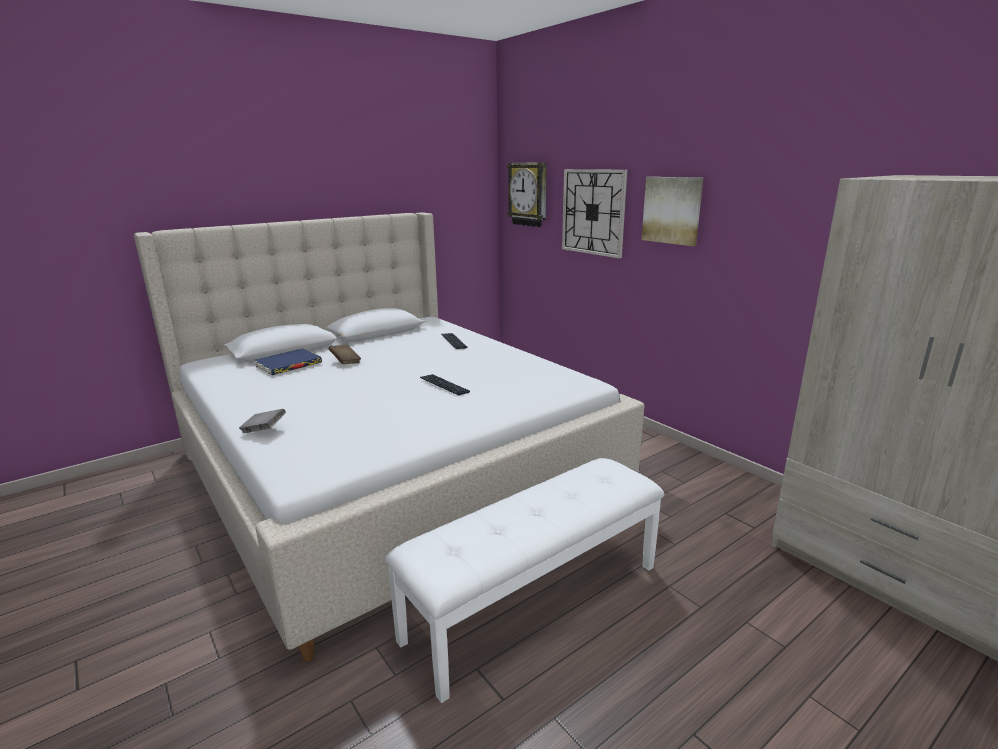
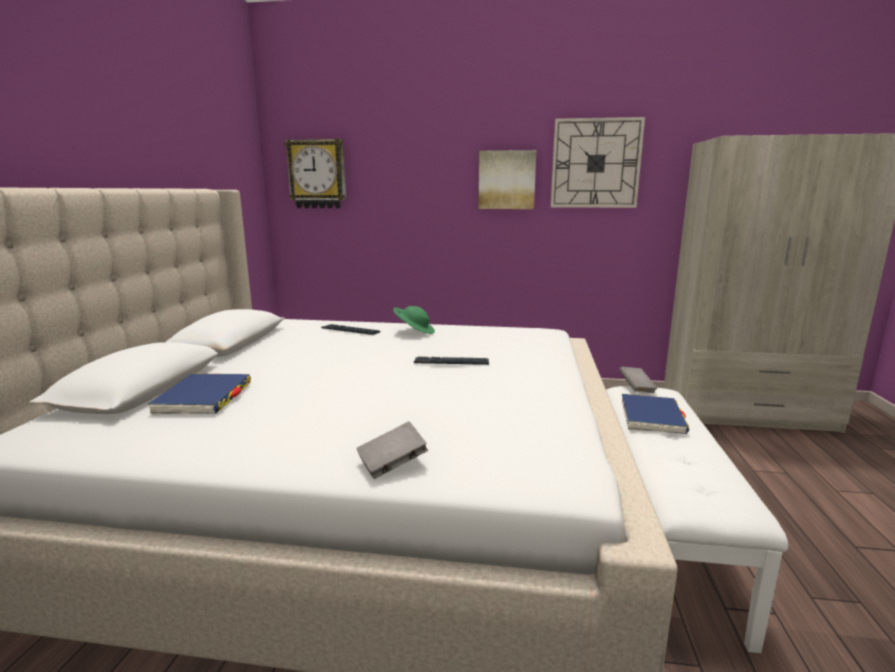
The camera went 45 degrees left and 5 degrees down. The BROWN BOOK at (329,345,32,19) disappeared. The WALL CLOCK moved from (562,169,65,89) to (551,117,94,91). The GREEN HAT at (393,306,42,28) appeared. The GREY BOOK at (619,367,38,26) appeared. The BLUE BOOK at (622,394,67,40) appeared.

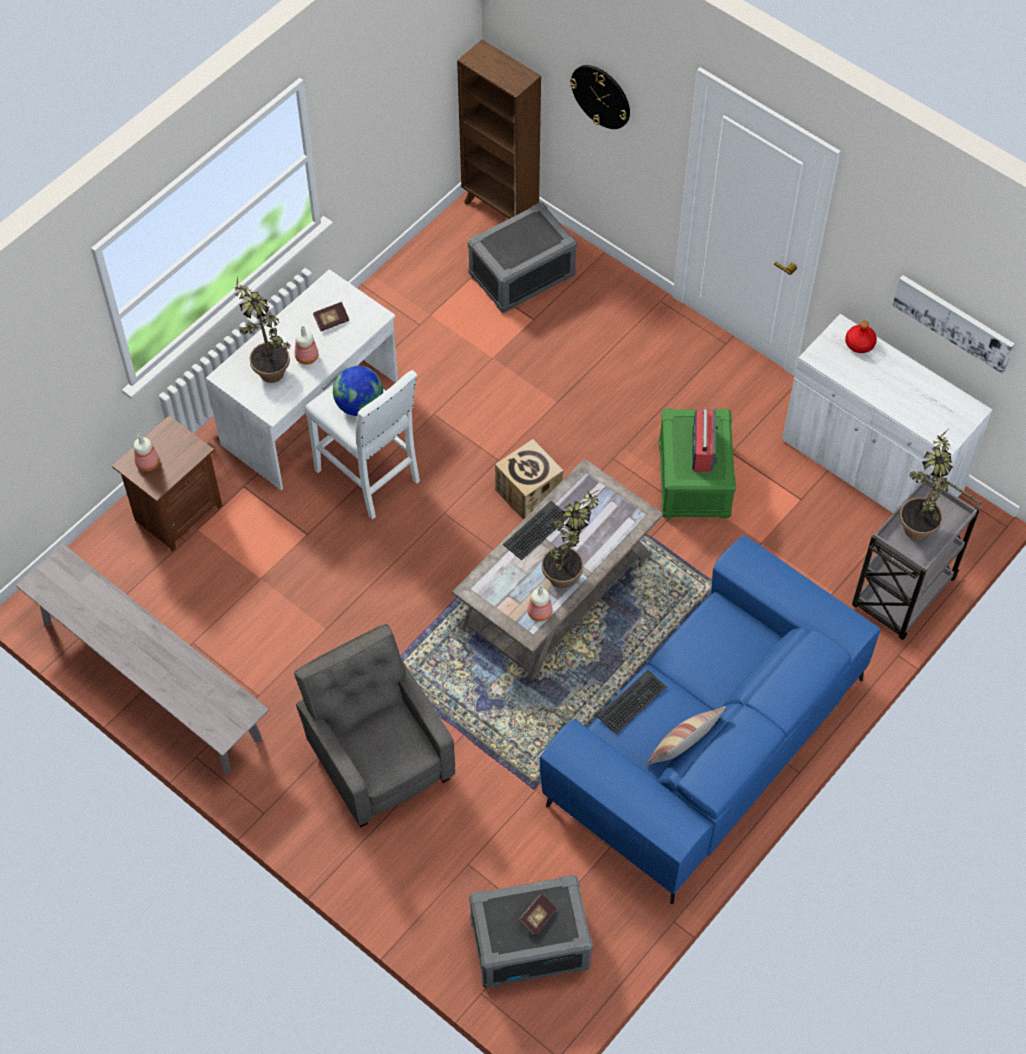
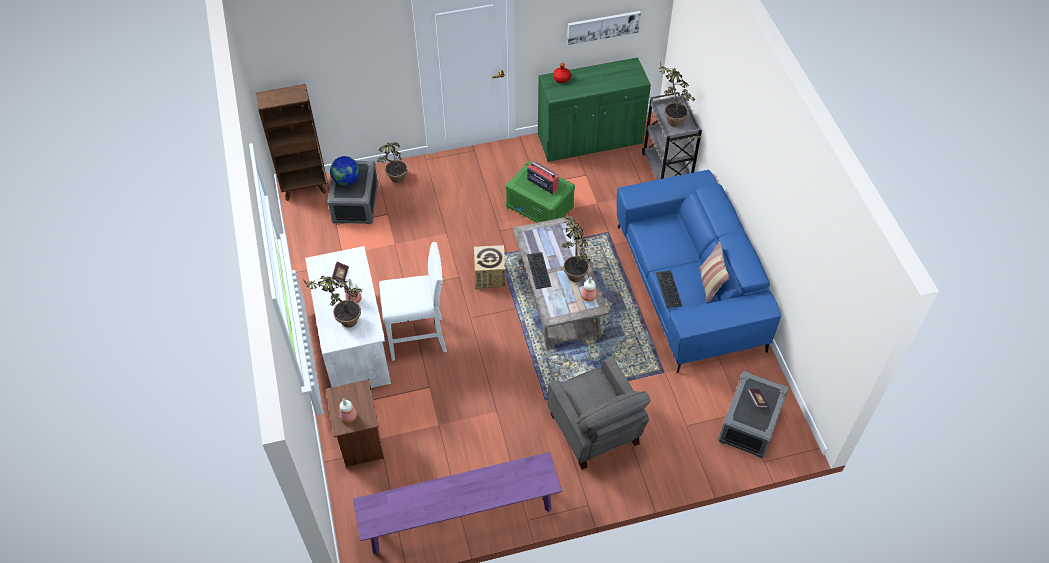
The camera went 55 degrees left and 5 degrees down. The GREY BENCH at (16,543,253,231) became the PURPLE BENCH at (353,452,209,103). The GREY ARMCHAIR at (294,624,161,203) turned 120 degrees counterclockwise. The GLOBE moved from (333,366,50,50) to (330,156,30,30). The WALL CLOCK at (570,65,60,64) disappeared. The WHITE CABINET at (782,314,210,199) became the GREEN CABINET at (538,57,113,105). The POTTED PLANT at (378,142,30,41) appeared.

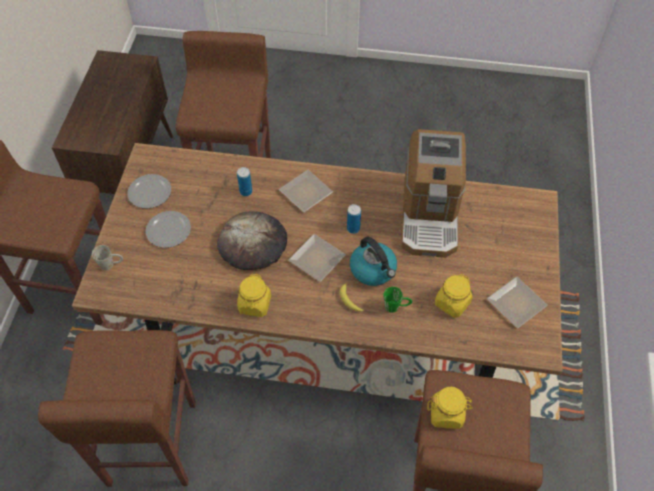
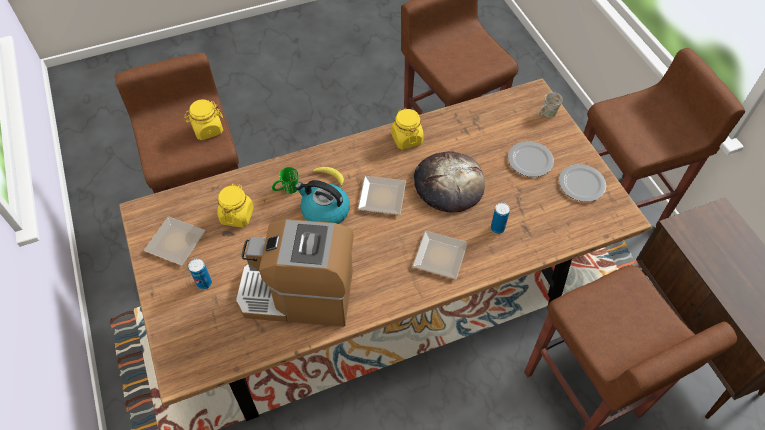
The camera went 150 degrees right and 0 degrees up. The CAN moved from (347,204,14,30) to (188,258,24,32). The COFFEE MACHINE at (401,129,65,129) turned 60 degrees counterclockwise.

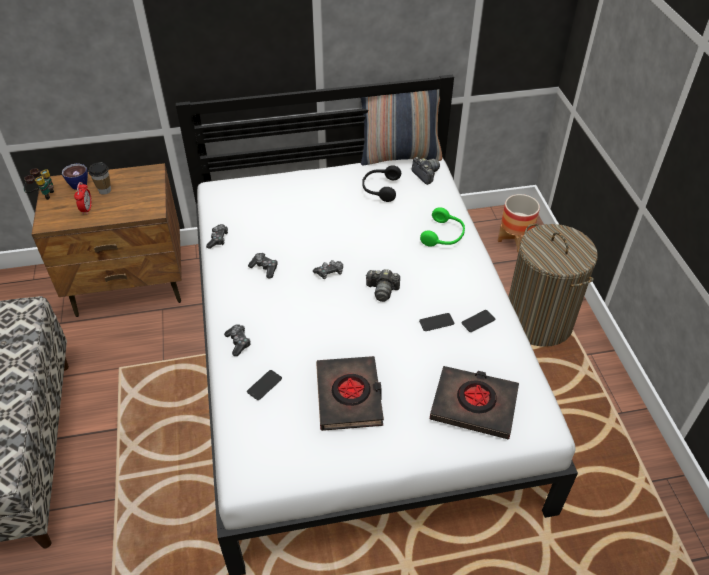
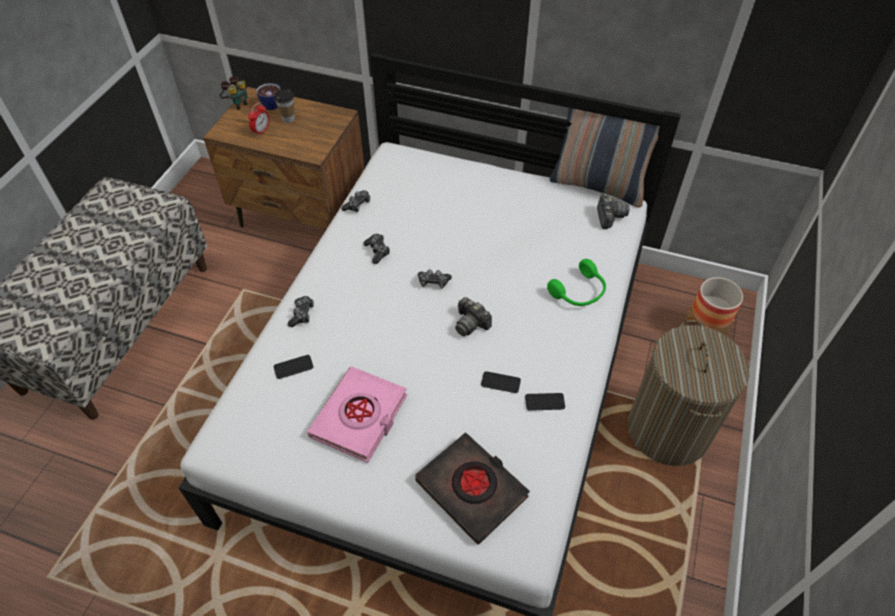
The camera went 30 degrees right and 5 degrees up. The BLACK BOOK at (316,356,68,75) became the PINK BOOK at (307,366,101,97). The BLACK HEADPHONES at (362,165,39,37) disappeared.

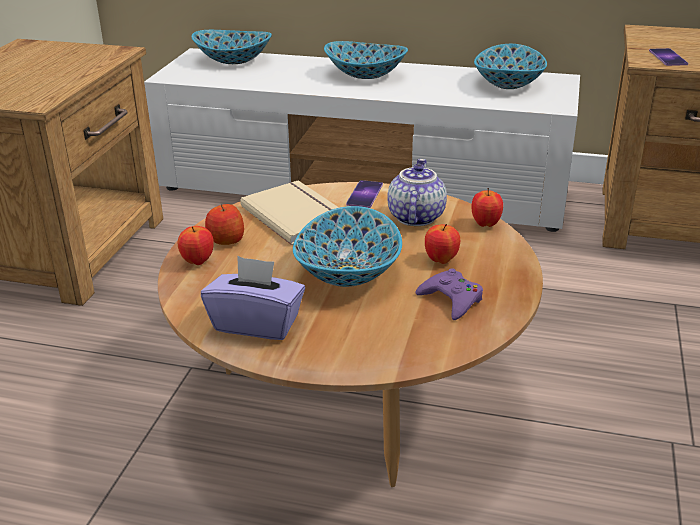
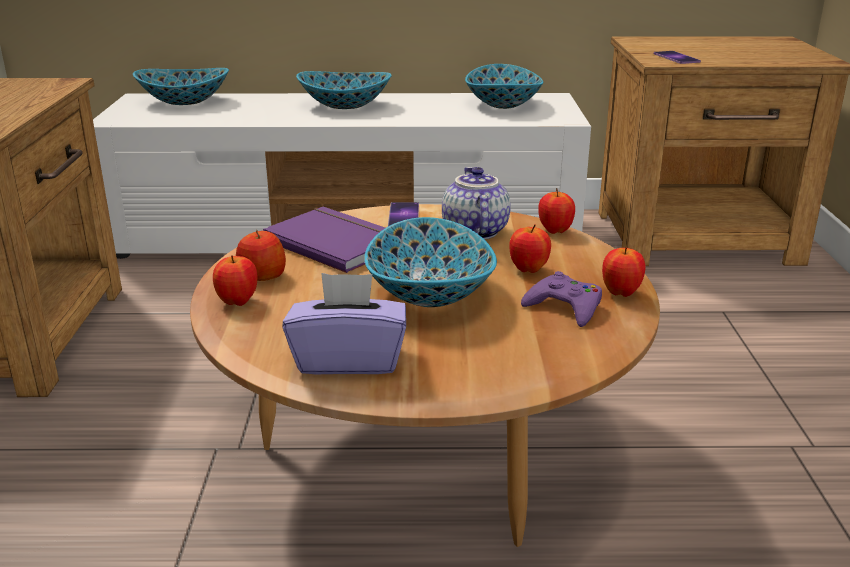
The camera went 15 degrees left and 5 degrees down. The BEIGE BOOK at (240,181,99,64) became the PURPLE BOOK at (263,207,122,66). The APPLE at (602,247,43,50) appeared.

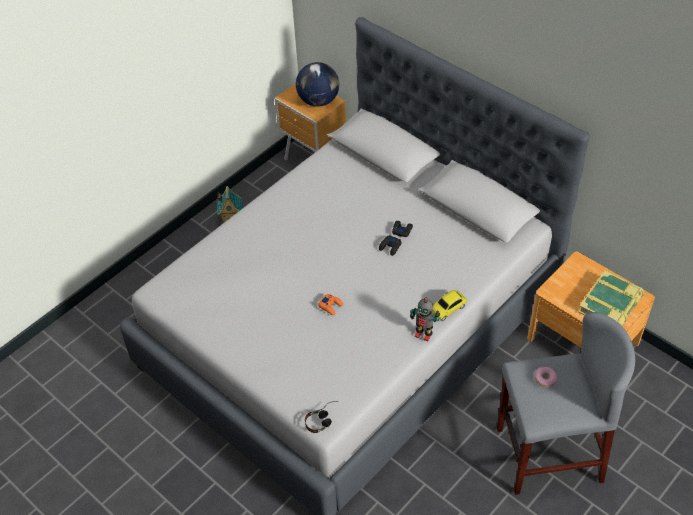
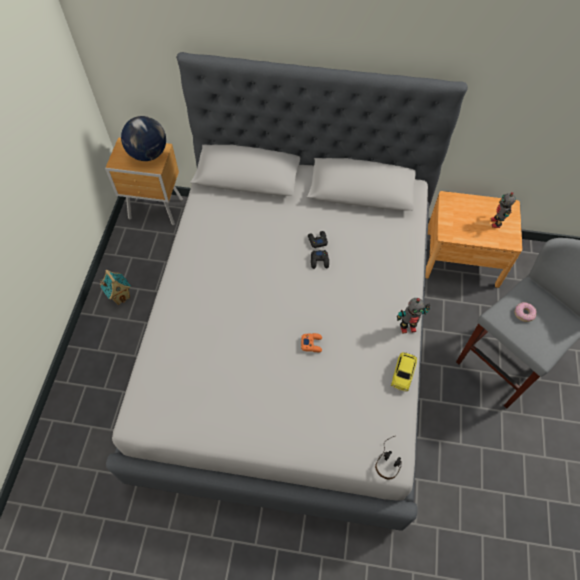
The camera went 35 degrees left and 10 degrees up. The TOY CAR moved from (432,290,35,31) to (391,352,26,39). The BOOK at (578,270,67,56) was replaced by the TOY ROBOT at (491,192,25,36).

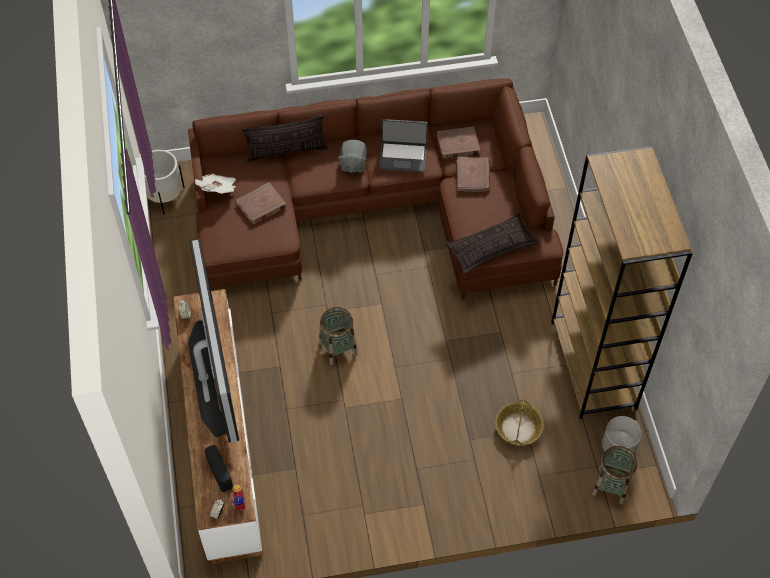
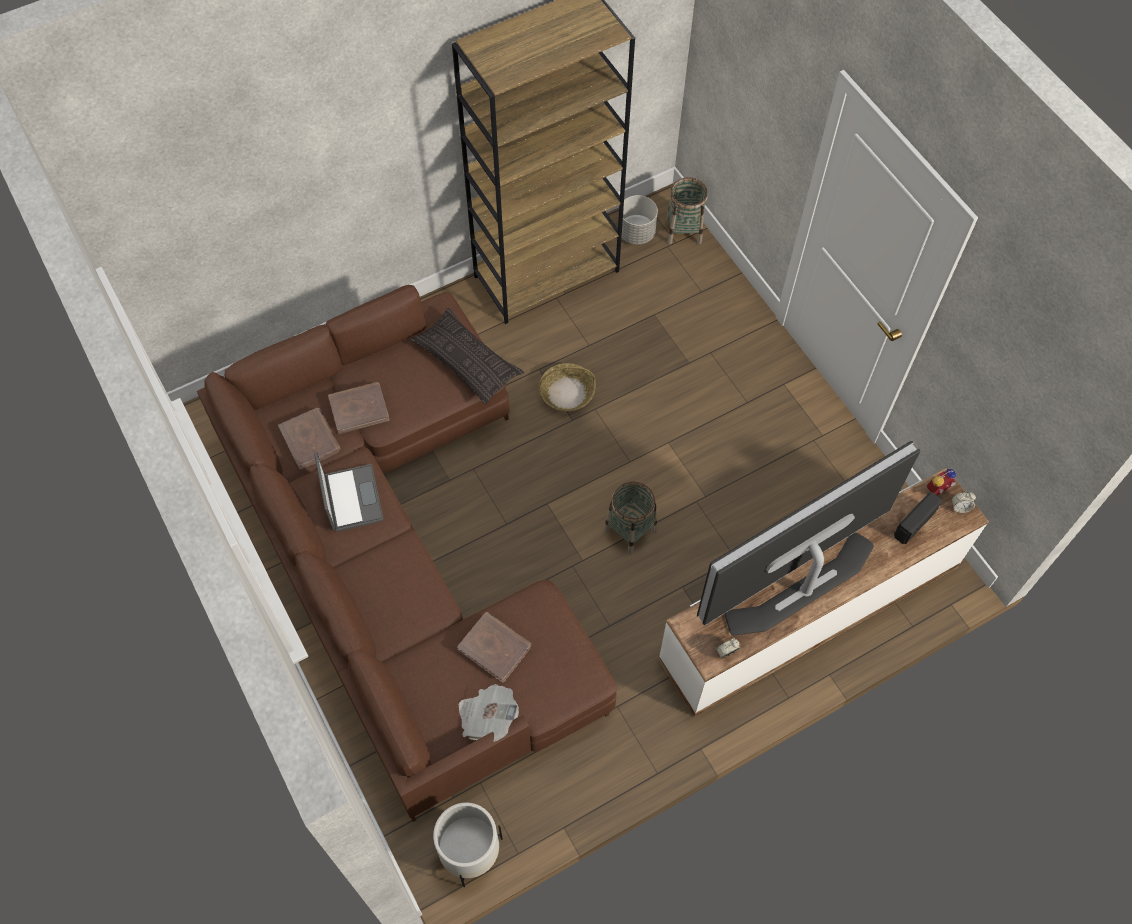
The camera went 110 degrees left and 5 degrees up. The PILLOW at (243,115,85,48) disappeared. The GREY PLUSH TOY at (338,140,29,33) disappeared. The BASKET moved from (495,397,49,48) to (539,363,57,48).

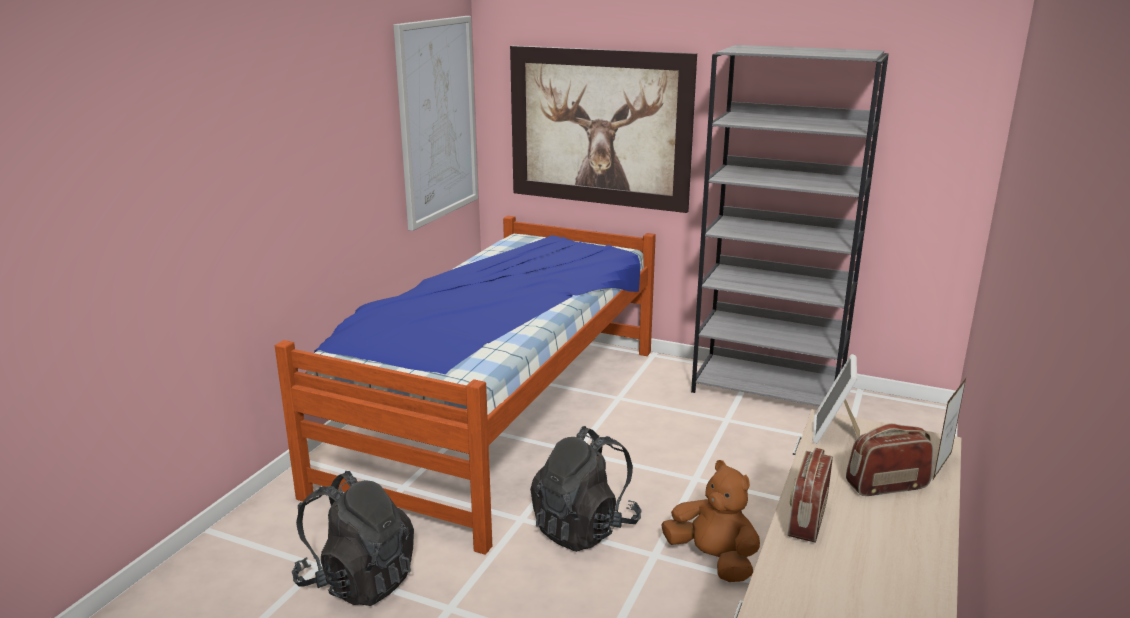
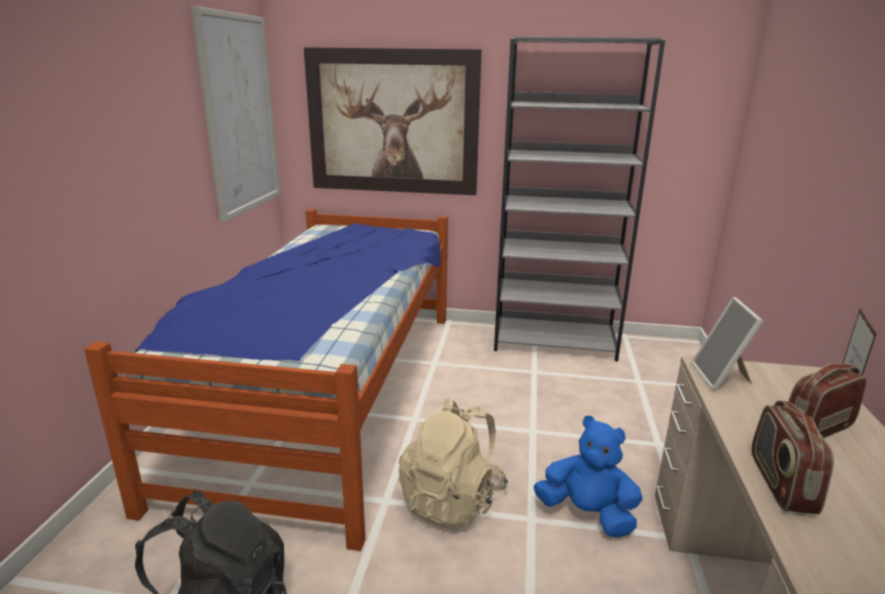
The camera went 15 degrees left and 0 degrees up. The BLACK BACKPACK at (530,426,112,126) became the BEIGE BACKPACK at (398,398,110,132). The BROWN PLUSH TOY at (661,460,99,122) became the BLUE PLUSH TOY at (533,416,110,122).

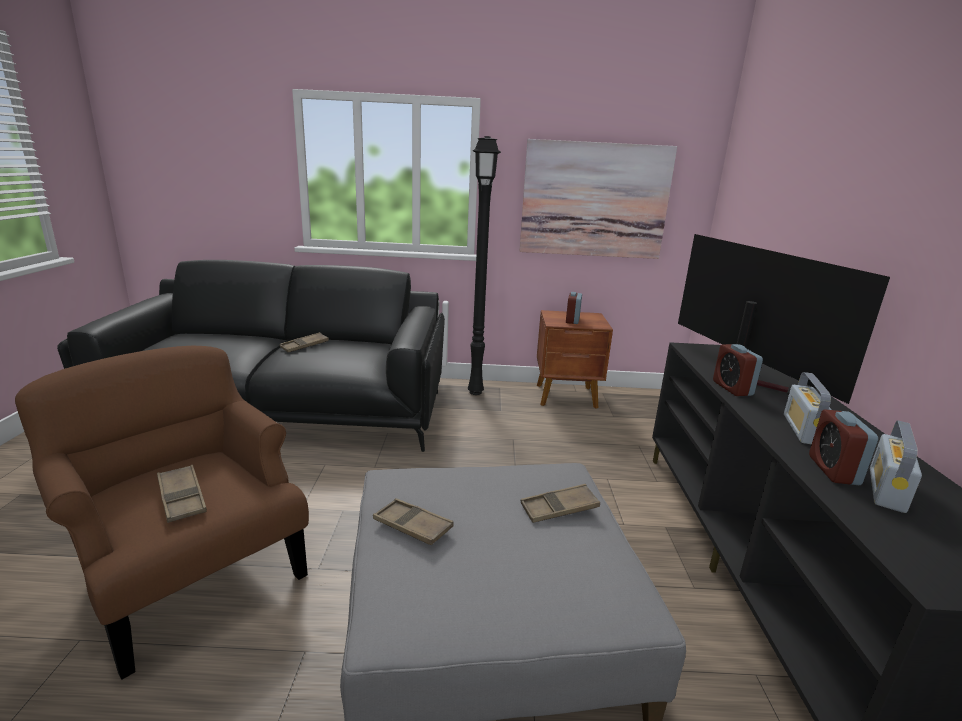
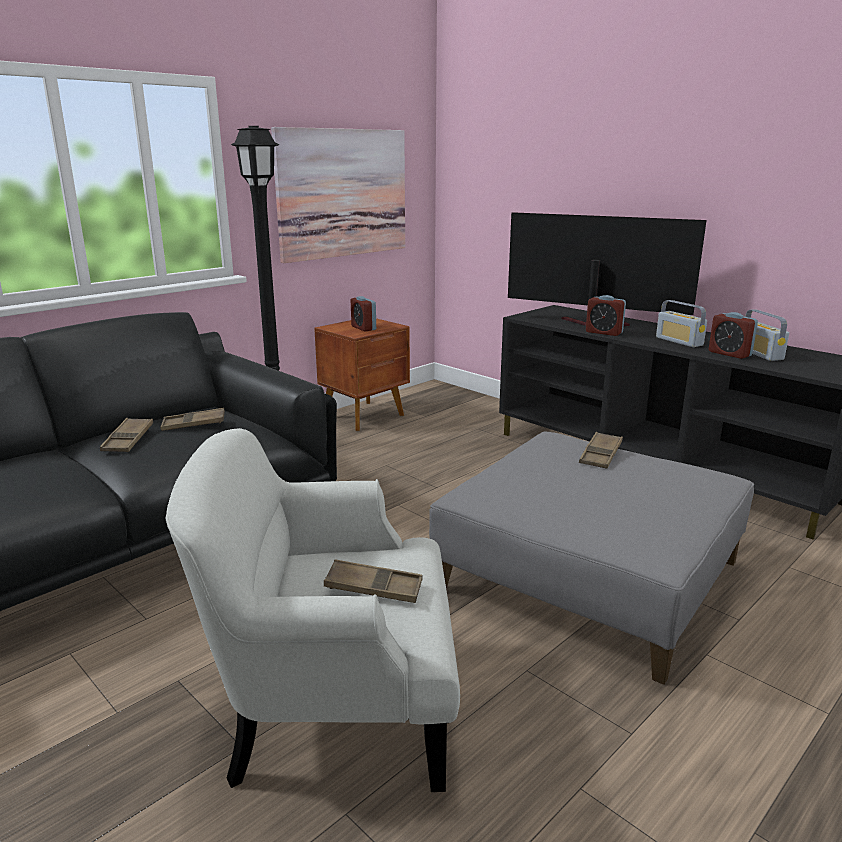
The camera went 45 degrees left and 0 degrees up. The BROWN ARMCHAIR at (15,346,294,334) became the WHITE ARMCHAIR at (166,428,294,364). The BROWN TRAY moved from (373,498,81,47) to (160,408,65,23).

